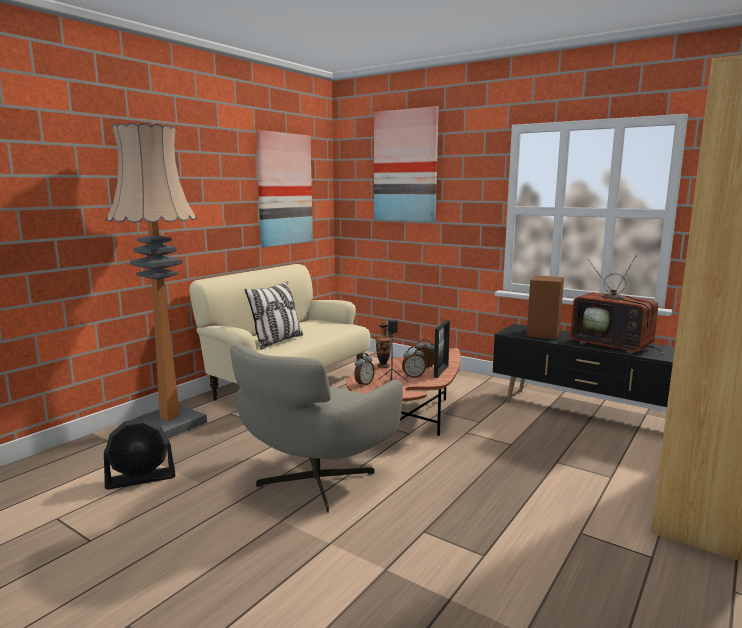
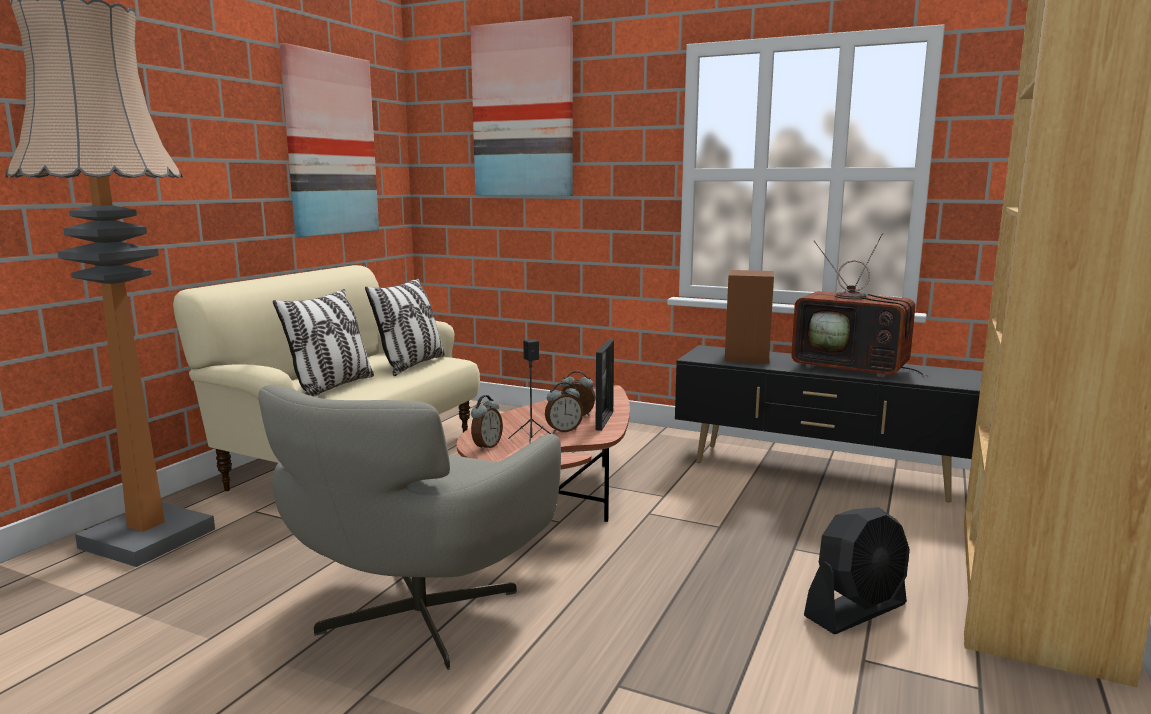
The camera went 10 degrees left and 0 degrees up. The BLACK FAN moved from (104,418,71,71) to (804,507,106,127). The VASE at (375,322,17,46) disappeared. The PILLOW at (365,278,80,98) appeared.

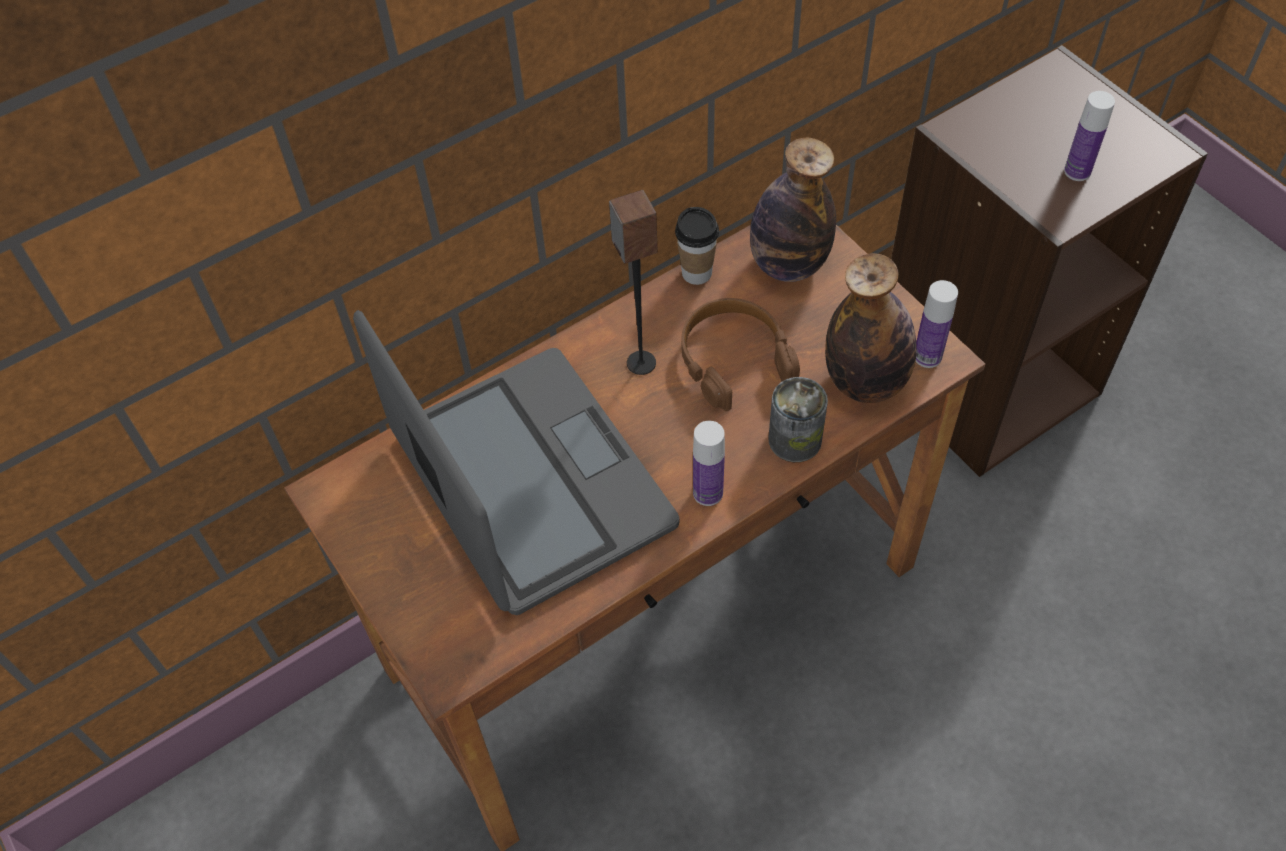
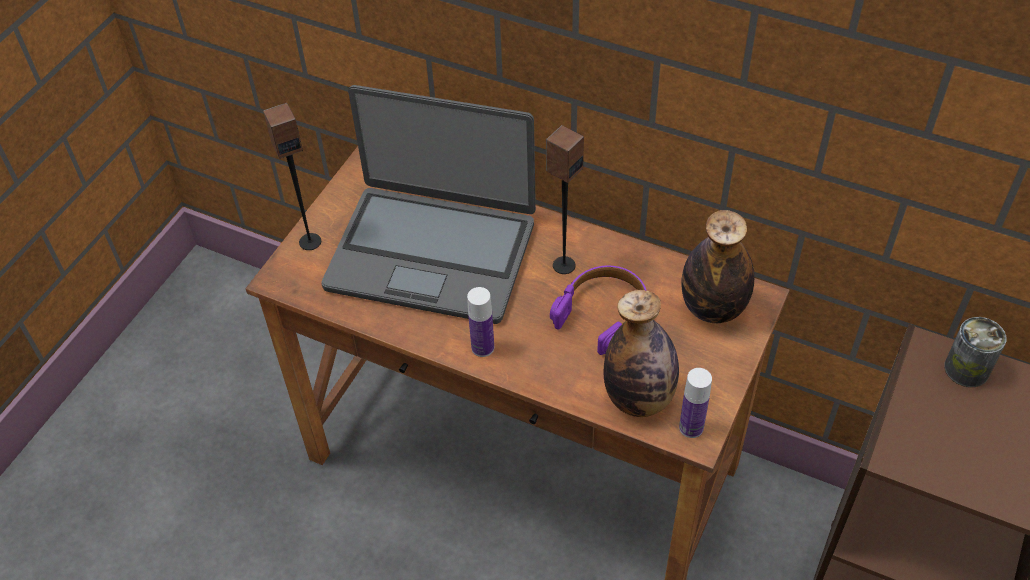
The camera went 60 degrees right and 5 degrees down. The LAPTOP at (353,310,327,305) turned 75 degrees clockwise. The CUP at (675,207,44,78) disappeared. The BROWN HEADPHONES at (681,298,119,113) became the PURPLE HEADPHONES at (550,266,96,89). The CAN moved from (768,377,60,85) to (944,317,63,70). The BOTTLE at (1064,91,51,90) disappeared. The SPEAKER at (263,103,58,147) appeared.

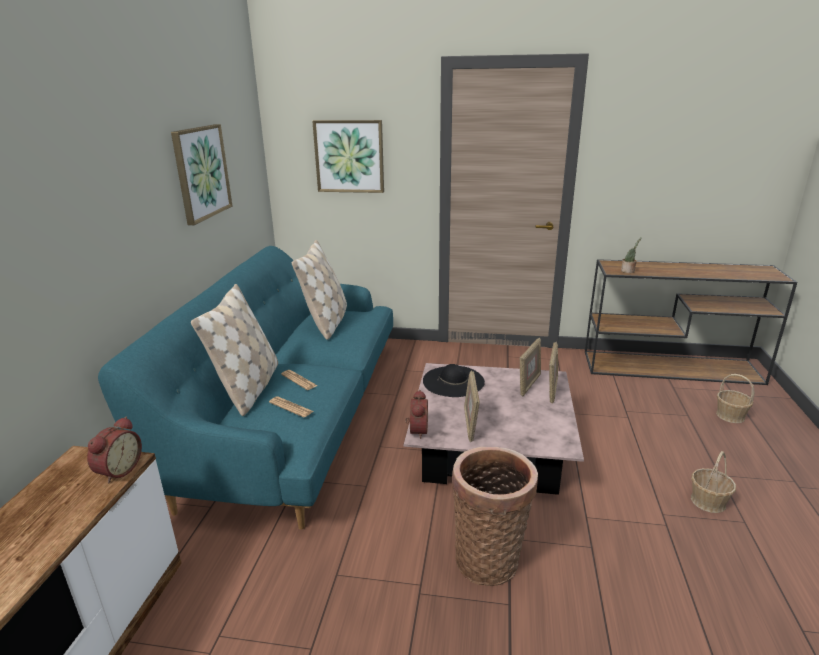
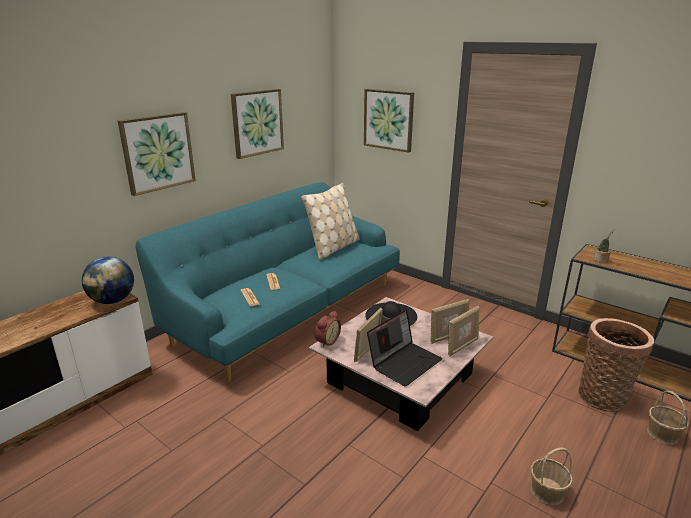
The camera went 30 degrees right and 0 degrees up. The ALARM CLOCK at (87,417,55,67) was replaced by the GLOBE at (82,256,52,48). The BEIGE PILLOW at (191,284,87,132) disappeared. The BASKET moved from (452,447,86,139) to (579,318,75,94). The PICTURE at (118,112,78,84) appeared. The LAPTOP at (367,309,76,78) appeared.

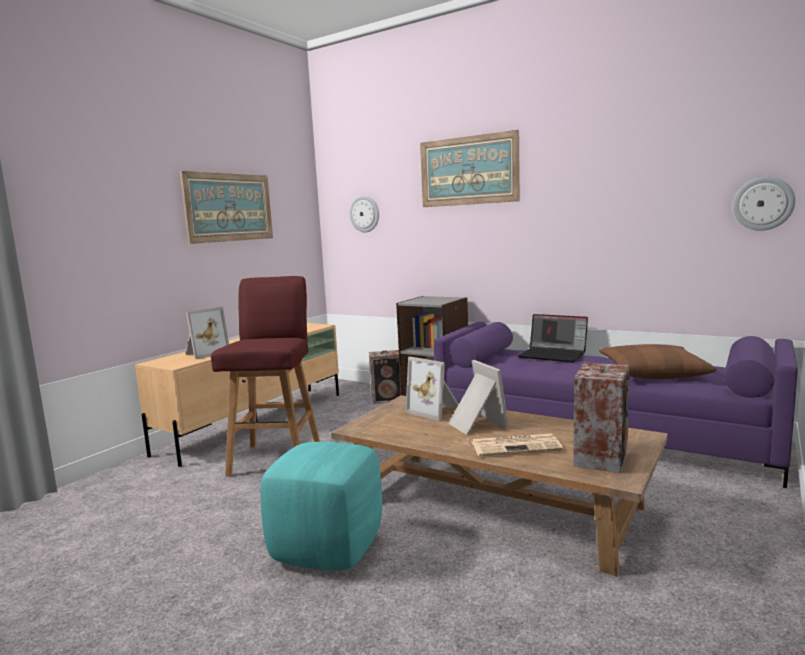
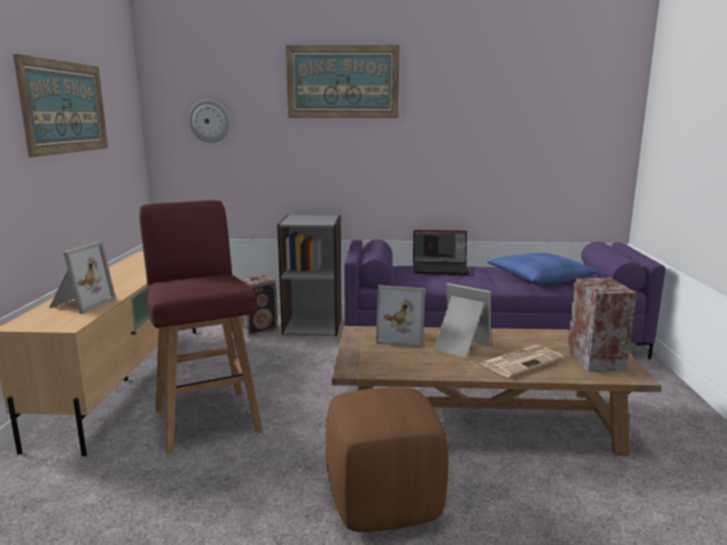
The camera went 30 degrees left and 5 degrees up. The TURQUOISE OTTOMAN at (260,442,122,129) became the BROWN OTTOMAN at (326,387,122,145). The BROWN PILLOW at (599,344,118,35) became the BLUE PILLOW at (487,253,110,31). The WALL CLOCK at (733,177,62,54) disappeared.

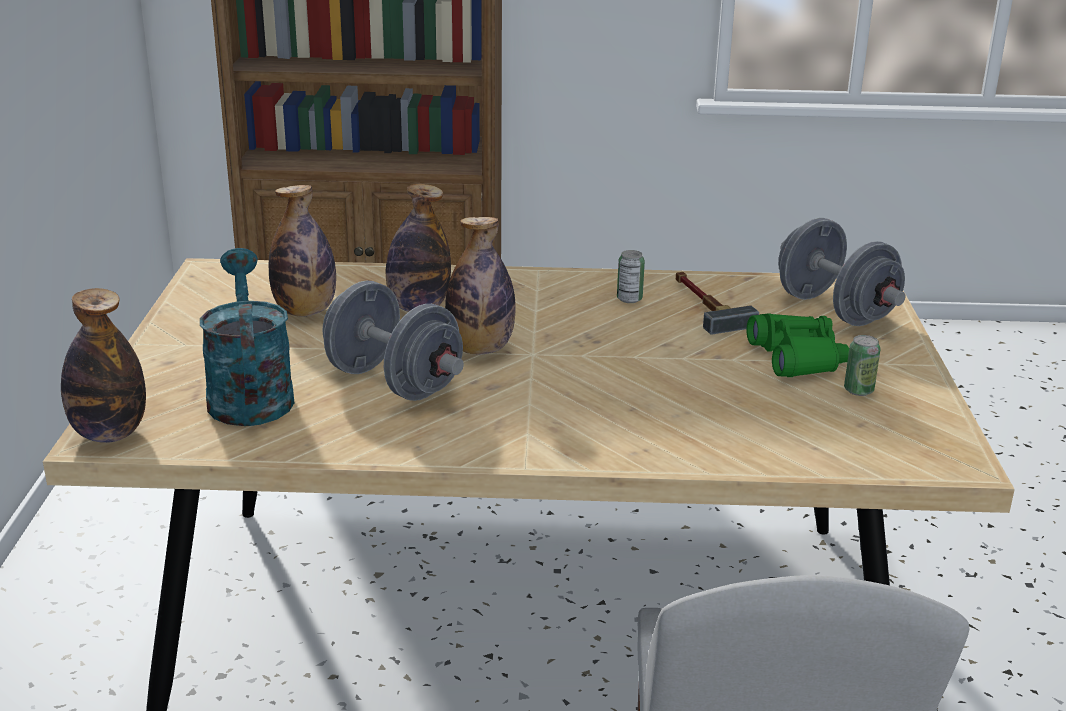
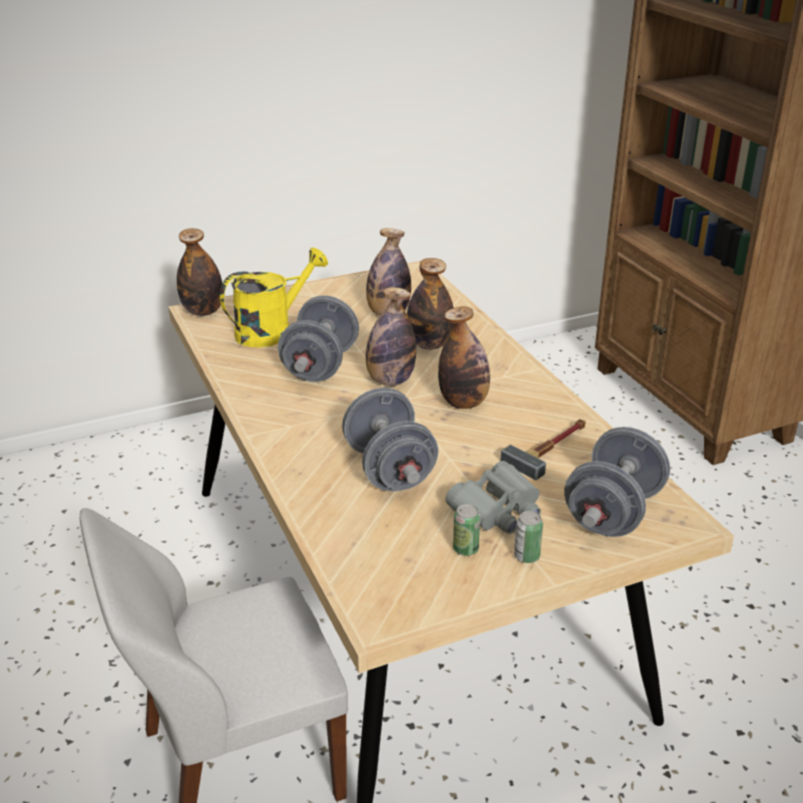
The camera went 65 degrees right and 5 degrees up. The TURQUOISE WATERING CAN at (200,248,94,178) became the YELLOW WATERING CAN at (220,248,108,99). The CAN moved from (617,250,28,53) to (514,511,29,52). The GREEN BINOCULARS at (746,313,103,64) became the GREY BINOCULARS at (446,461,95,73). The GREY DUMBBELL at (342,388,96,103) appeared. The BOTTLE at (438,306,52,103) appeared.

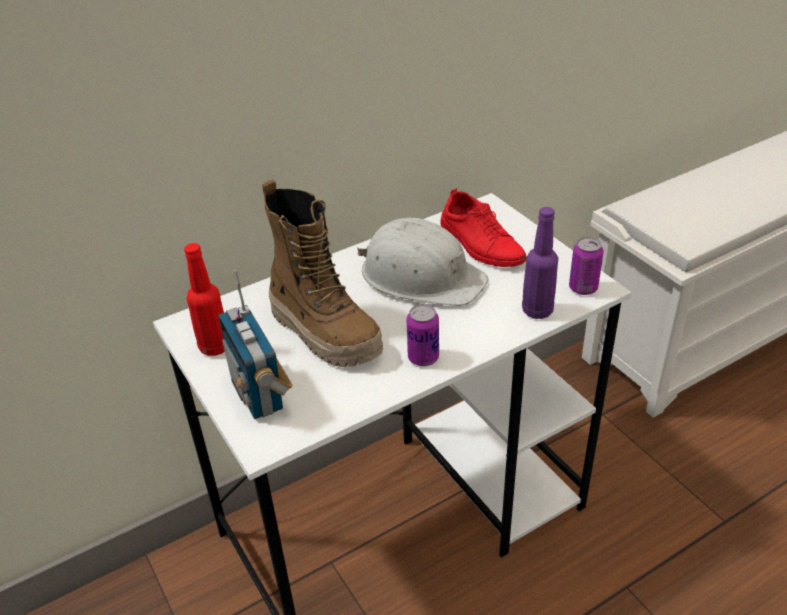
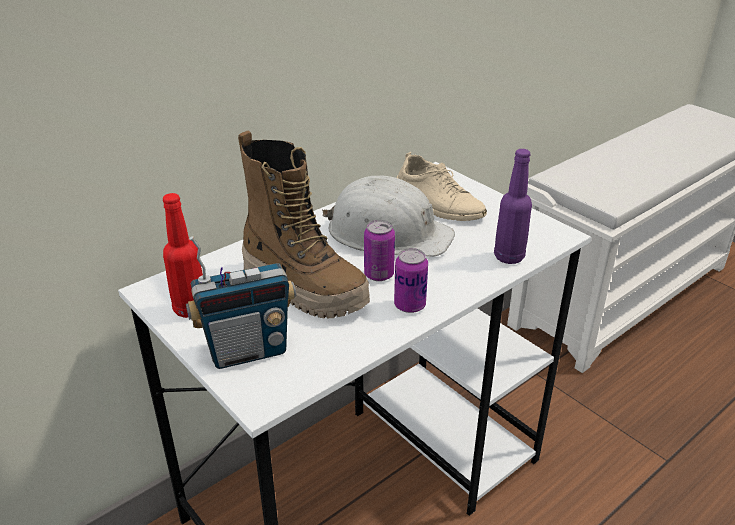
The camera went 10 degrees left and 5 degrees down. The RADIO at (218,270,75,149) turned 75 degrees counterclockwise. The RED SHOE at (440,188,86,79) became the BEIGE SHOE at (397,152,90,69). The CAN moved from (569,237,35,58) to (364,220,31,61).

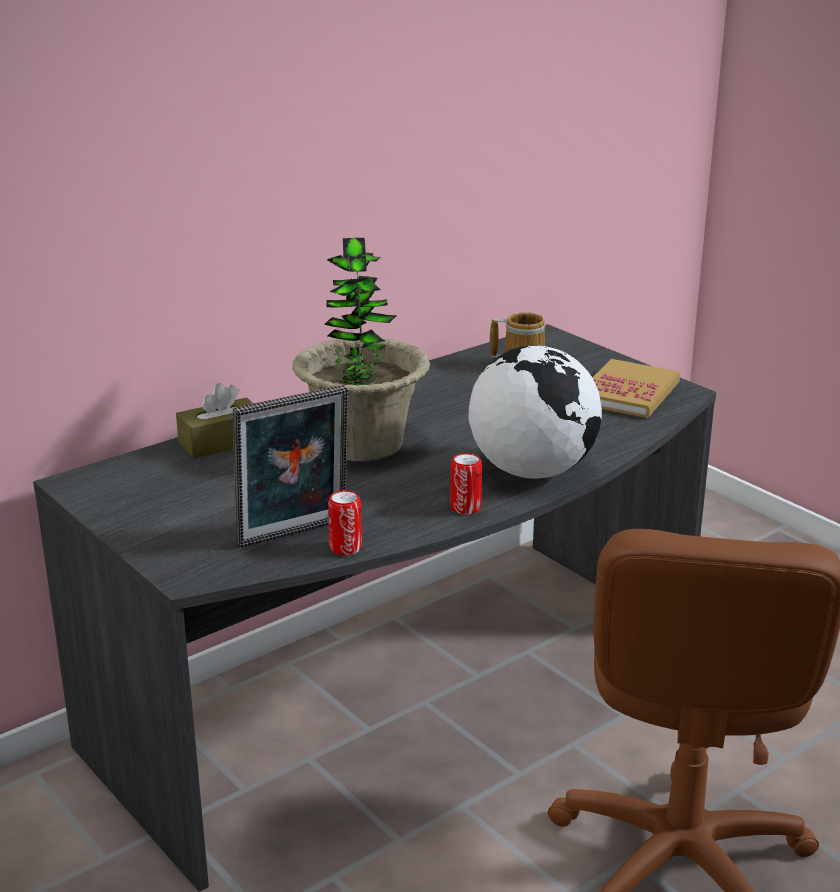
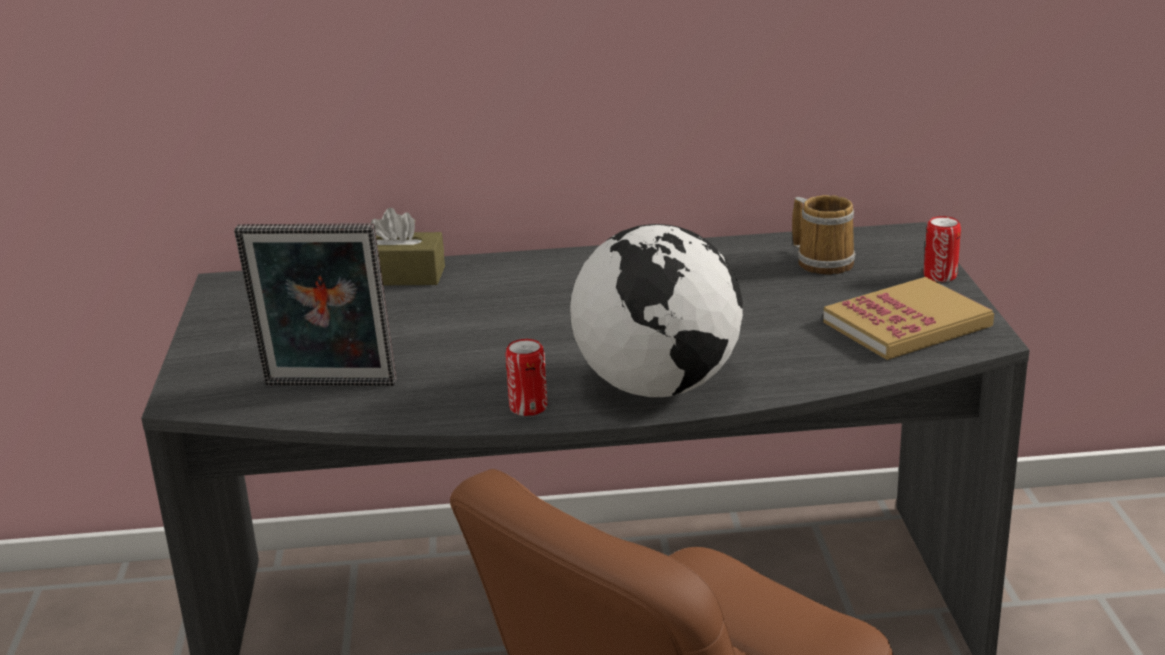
The camera went 35 degrees right and 0 degrees up. The POTTED PLANT at (292,238,138,223) disappeared. The CAN moved from (328,490,34,65) to (924,216,37,66).

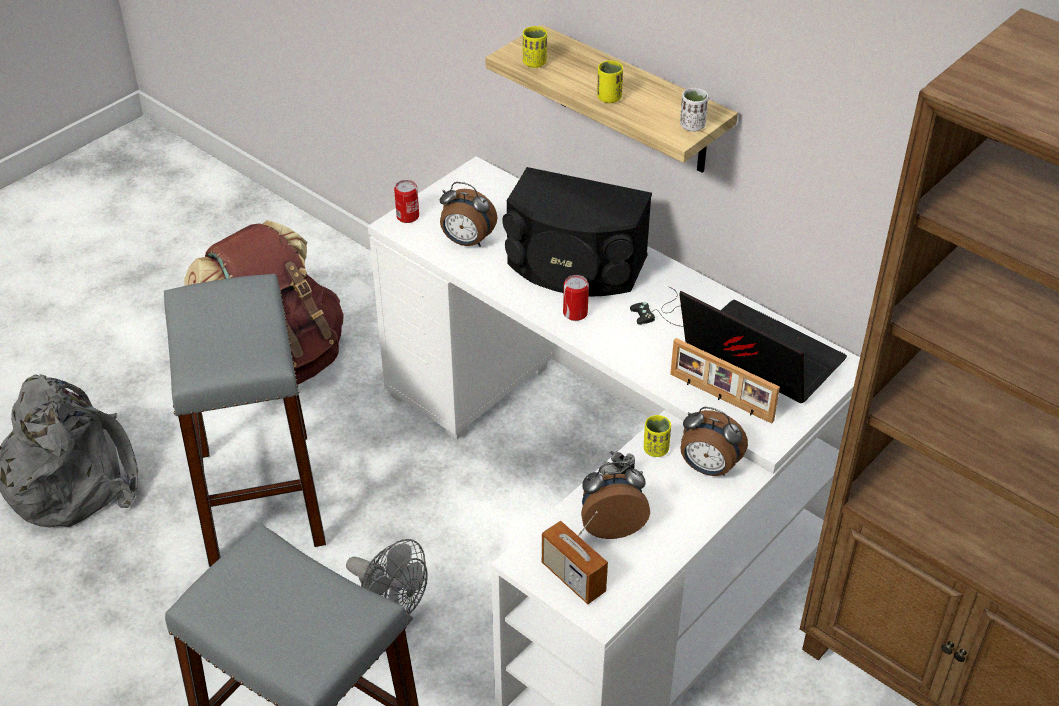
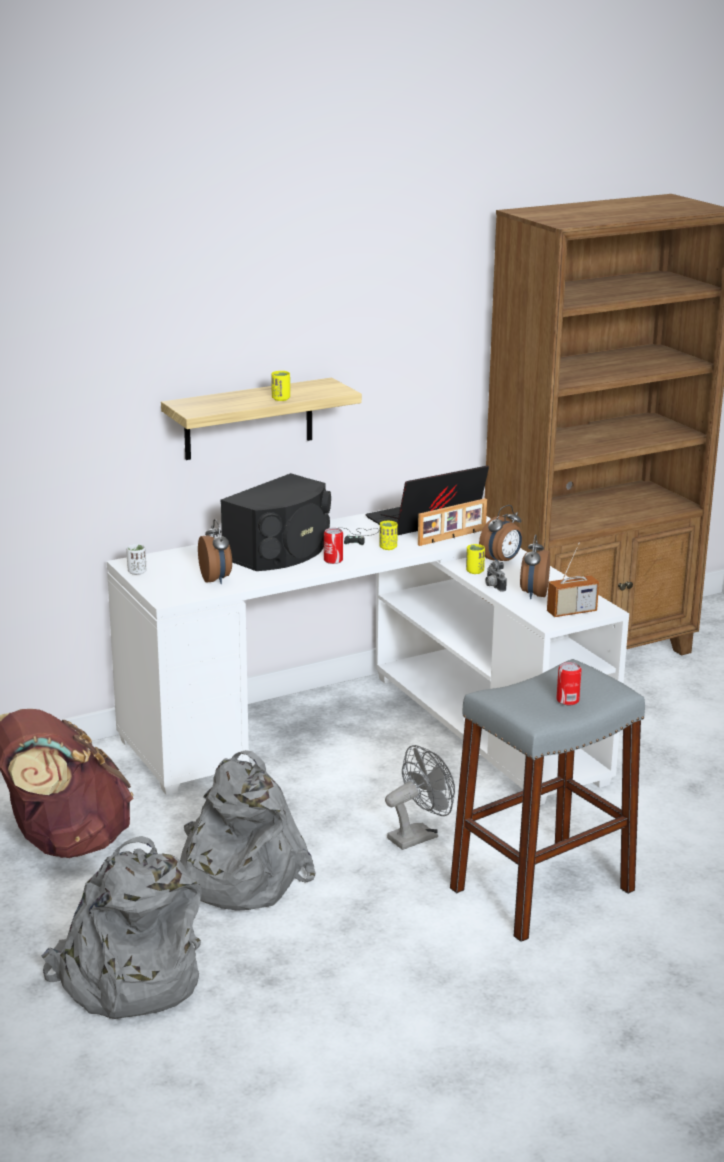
The camera went 70 degrees left and 20 degrees down. The GREY STOOL at (164,274,162,293) was replaced by the GREY BACKPACK at (180,750,136,161). The CAN moved from (394,180,25,43) to (556,662,26,43). The ALARM CLOCK at (440,182,57,65) turned 60 degrees counterclockwise. The YELLOW CUP moved from (523,26,24,42) to (379,520,19,30). The WHITE CUP moved from (680,88,28,44) to (126,544,20,31).

